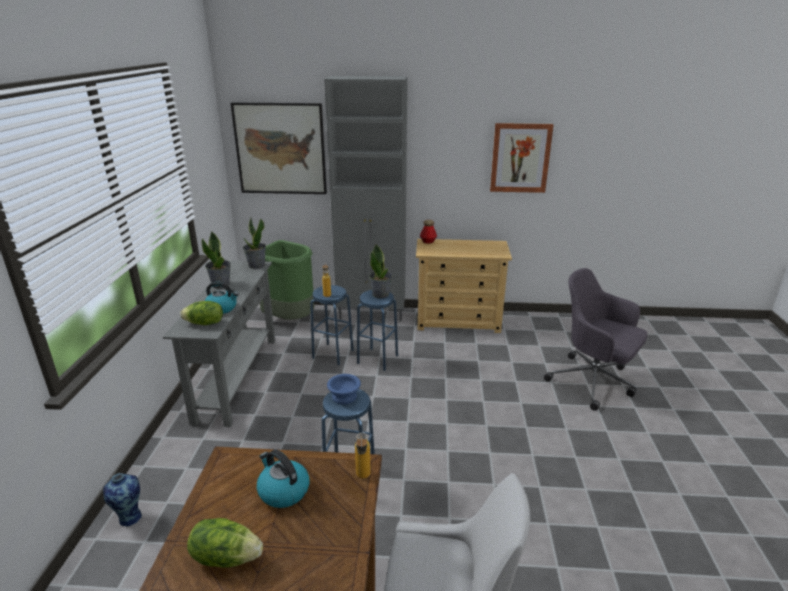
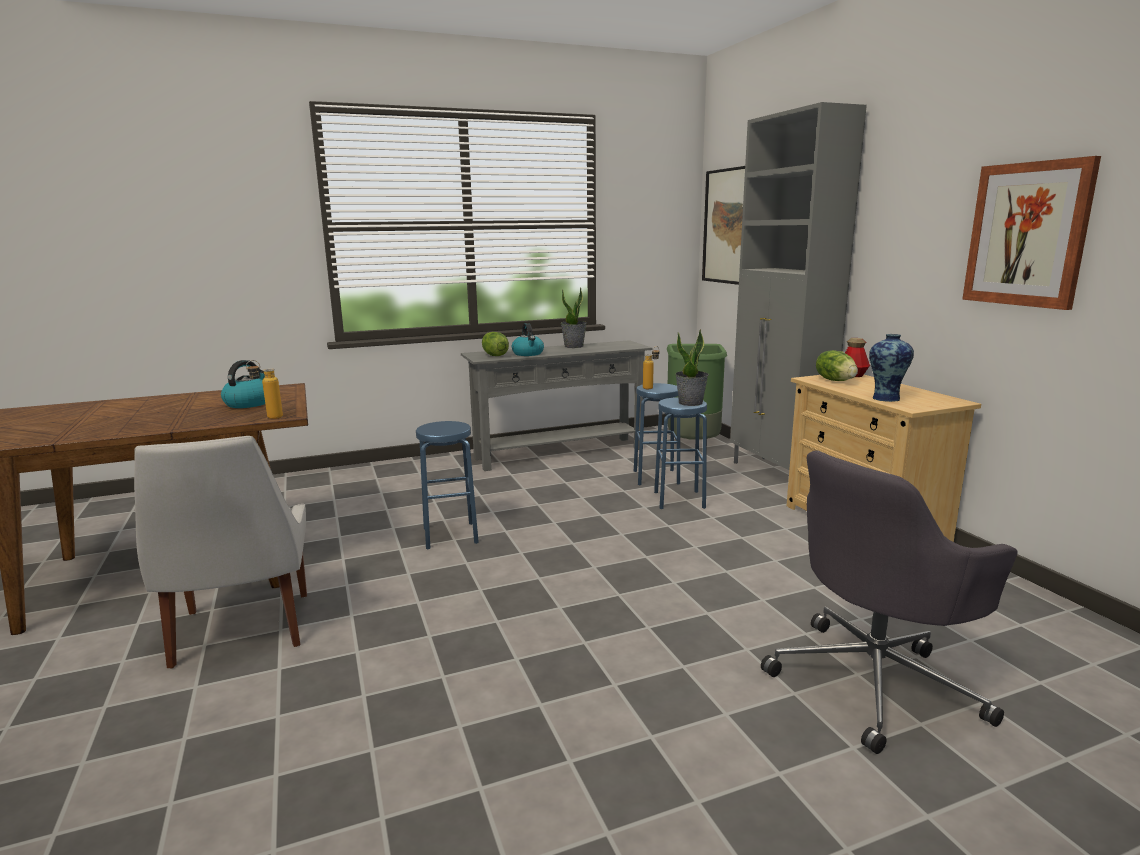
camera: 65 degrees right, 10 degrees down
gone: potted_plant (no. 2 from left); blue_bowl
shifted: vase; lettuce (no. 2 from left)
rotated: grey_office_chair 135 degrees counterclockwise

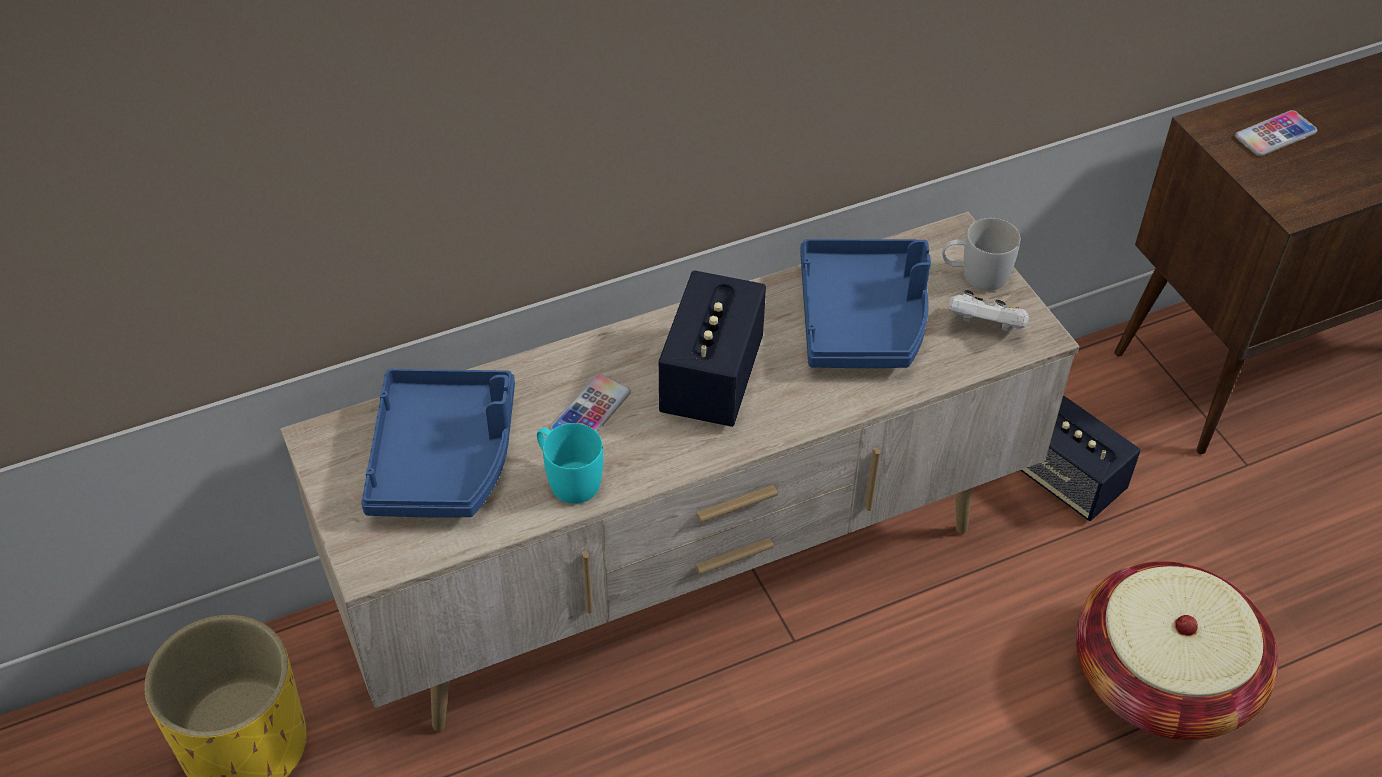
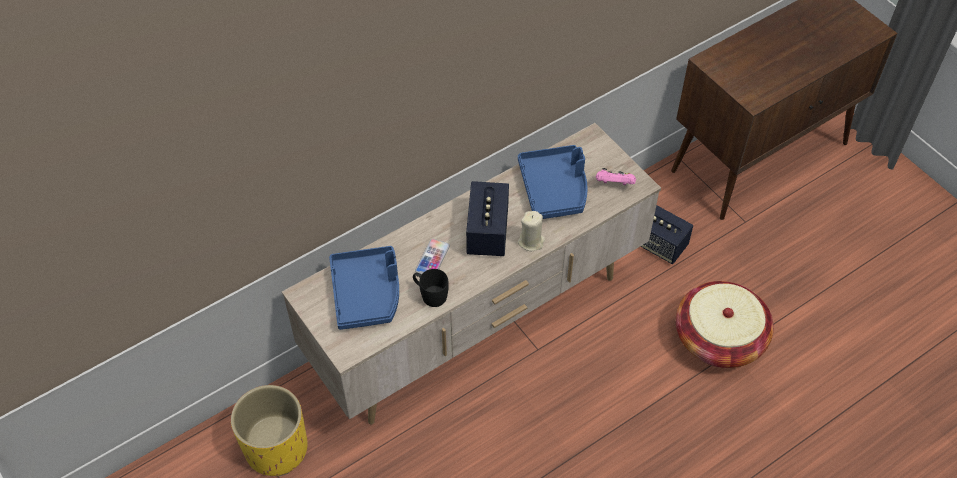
camera: 10 degrees left, 5 degrees up
gone: phone (no. 2 from left); white_mug
new: beige_candle
repainted: white_game_controller to pink_game_controller; turquoise_mug to black_mug

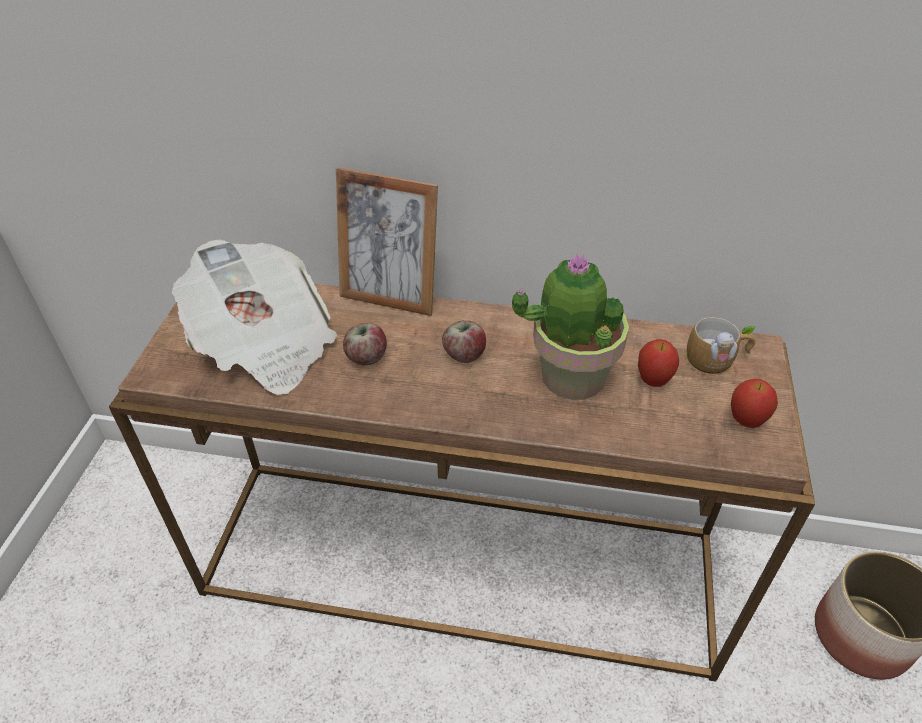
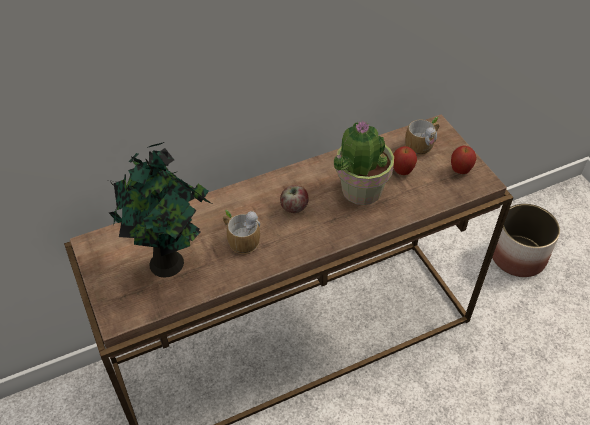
camera: 35 degrees left, 5 degrees up
gone: picture_frame
swapped: newspaper to potted_plant (no. 1 from left); apple (no. 1 from left) to mug (no. 1 from left)

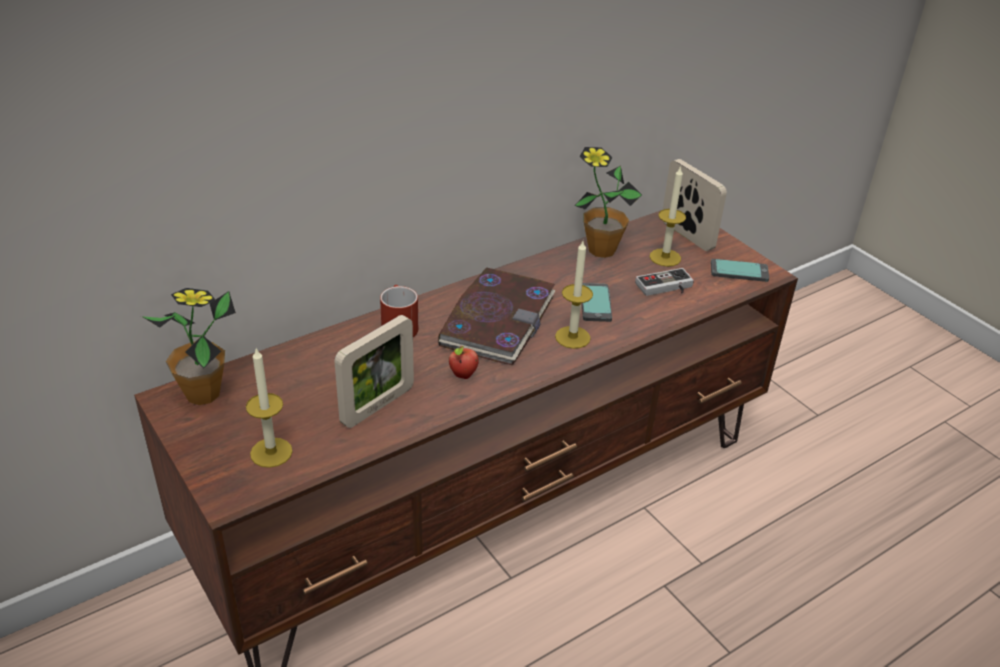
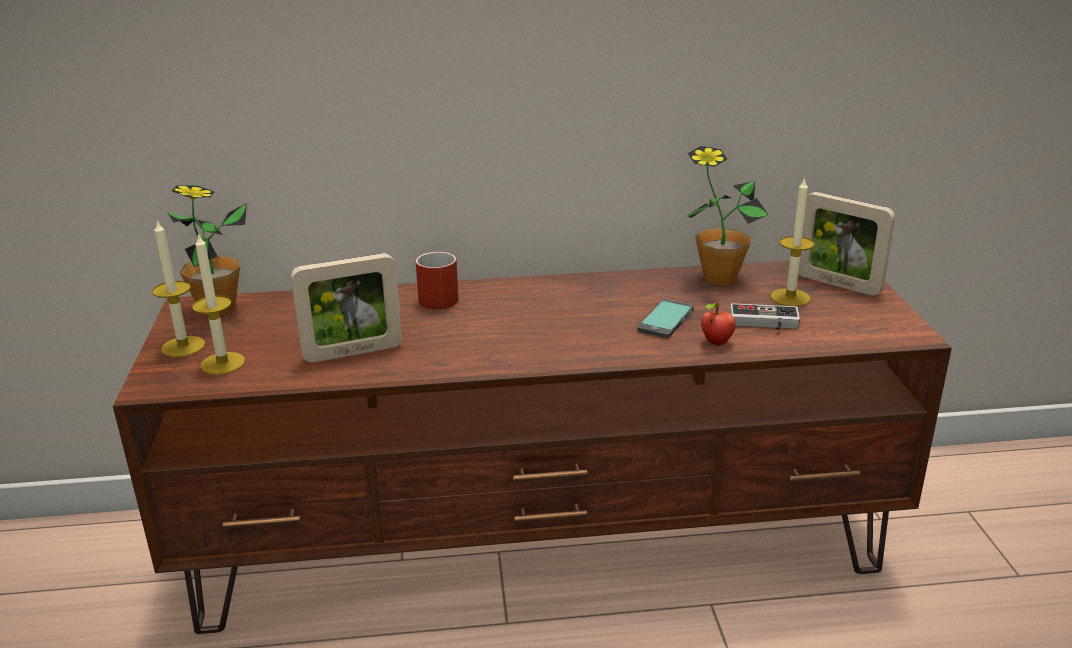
camera: 30 degrees right, 10 degrees down
gone: phone (no. 2 from left); book
shifted: candle (no. 2 from left in the first image) to candle (no. 1 from left); apple
rotated: picture_frame (no. 2 from left) 135 degrees clockwise

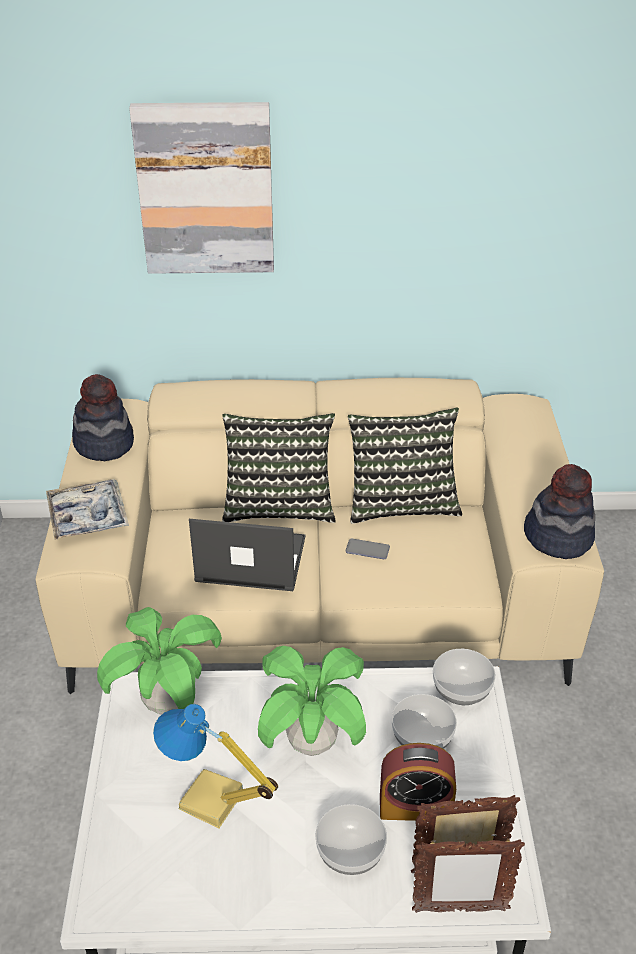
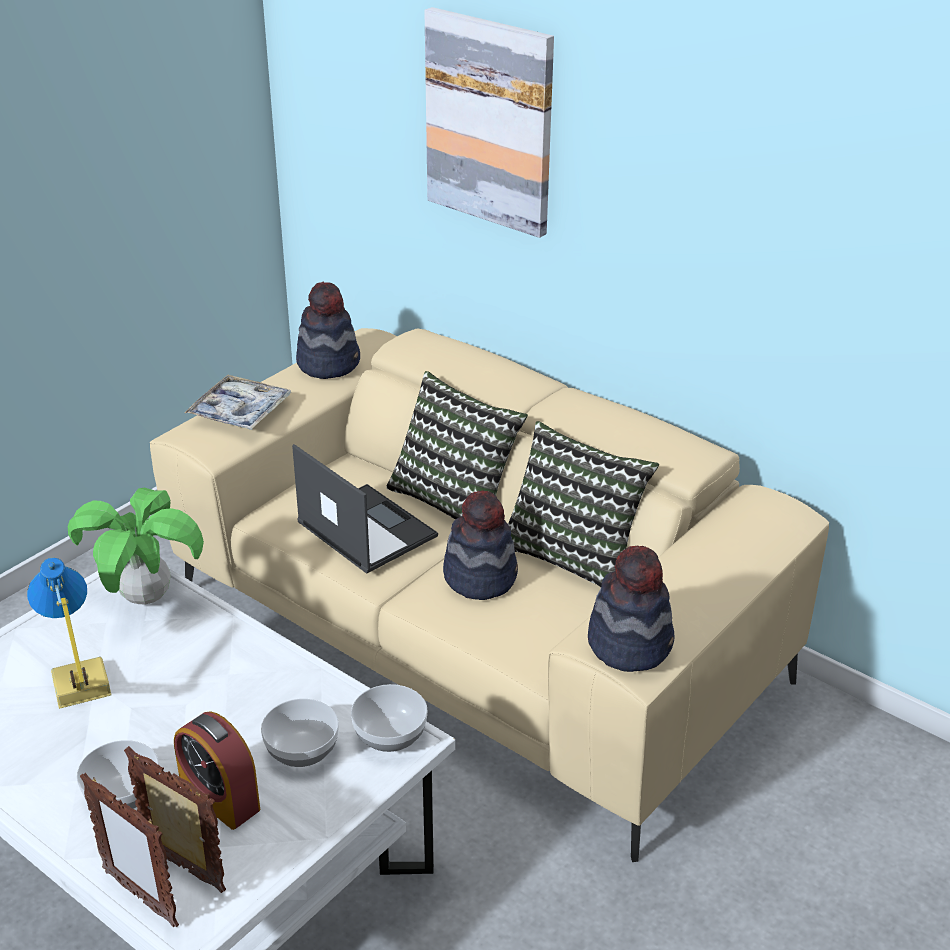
camera: 40 degrees right, 5 degrees down
gone: potted_plant (no. 2 from left)
swapped: phone to hat (no. 2 from left)

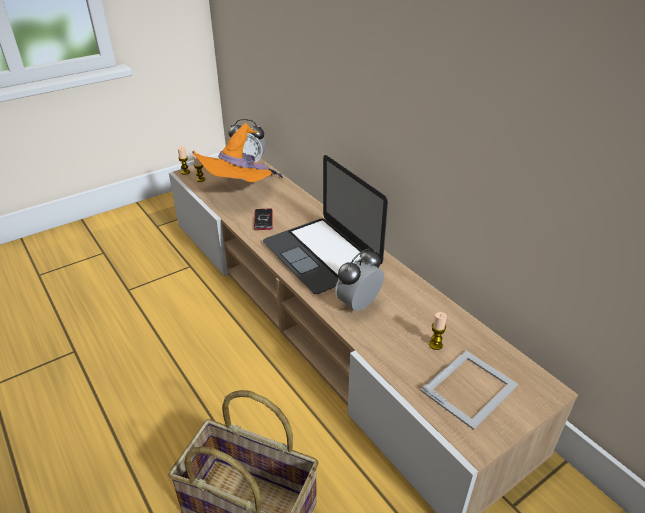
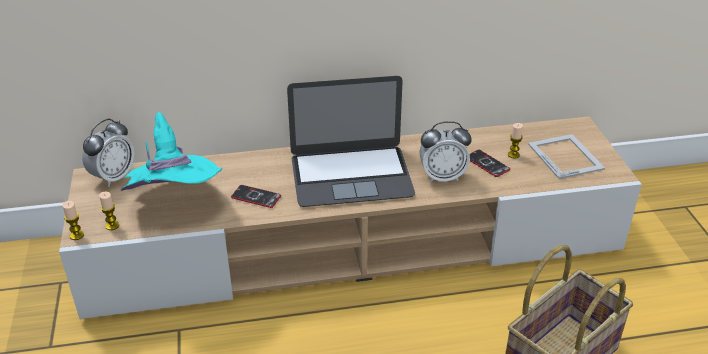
camera: 65 degrees left, 0 degrees up
new: phone (no. 2 from left)
repainted: orange_hat to turquoise_hat
rotated: alarm_clock (no. 2 from left) 75 degrees counterclockwise

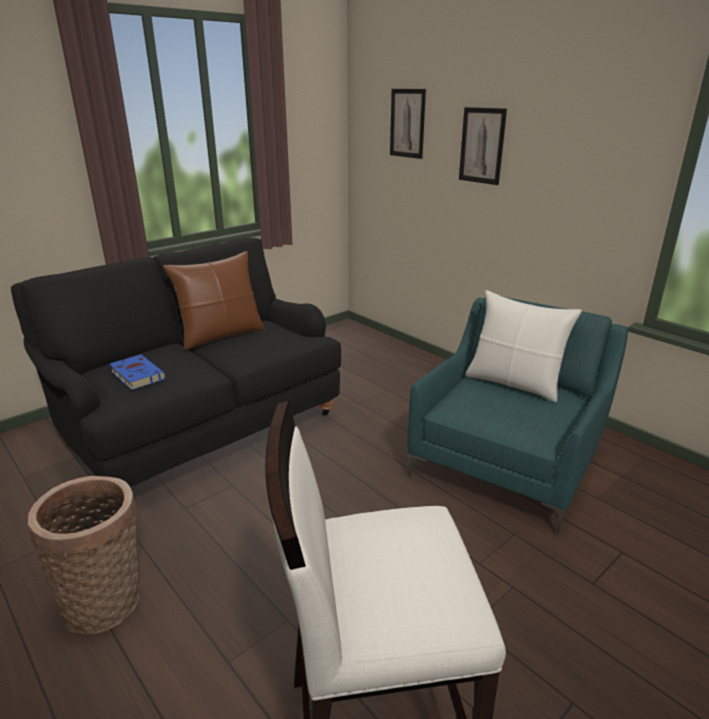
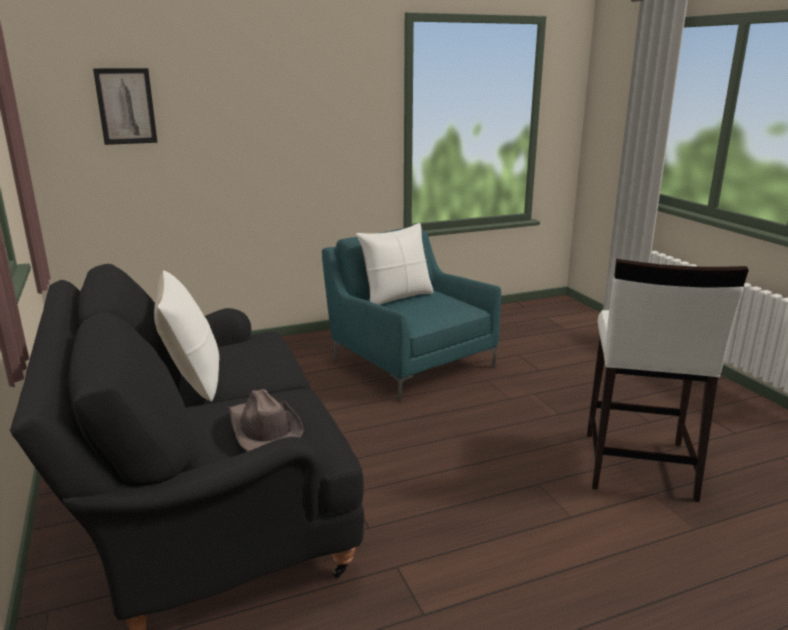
camera: 70 degrees left, 5 degrees down
gone: picture (no. 2 from left); basket
swapped: blue_book to brown_hat
repainted: brown_pillow to white_pillow (no. 1 from left)

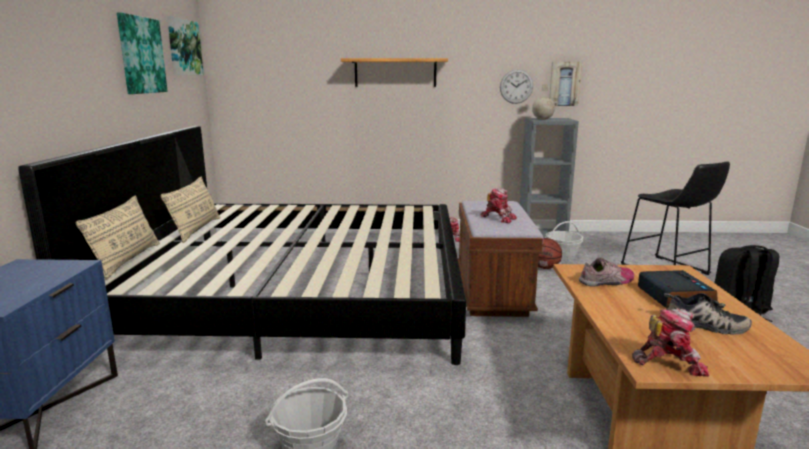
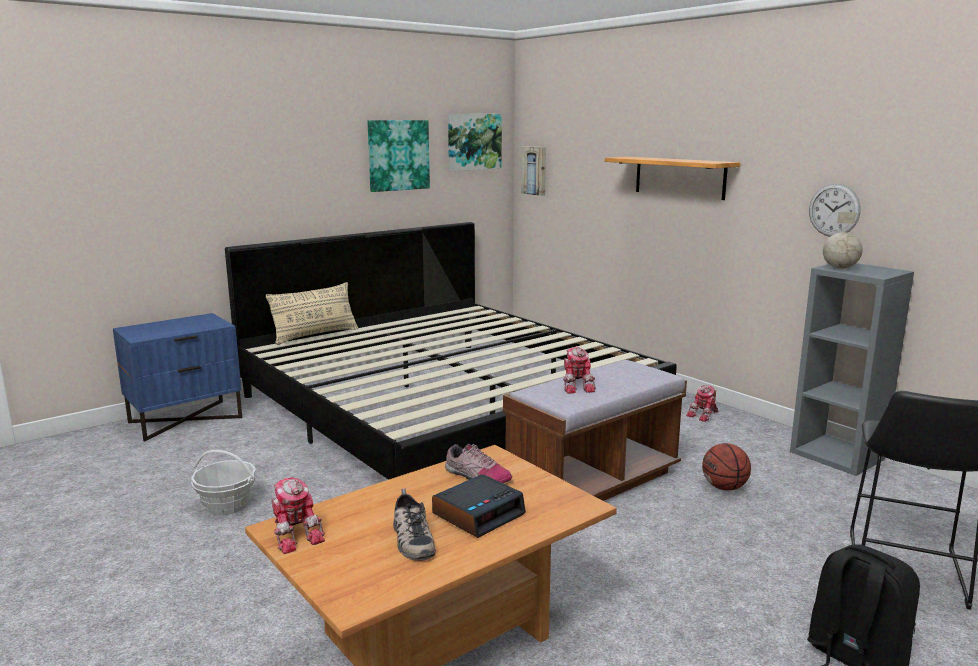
camera: 50 degrees right, 0 degrees up
gone: beige_pillow (no. 2 from left); basket (no. 2 from left)
shifted: picture (no. 3 from left)

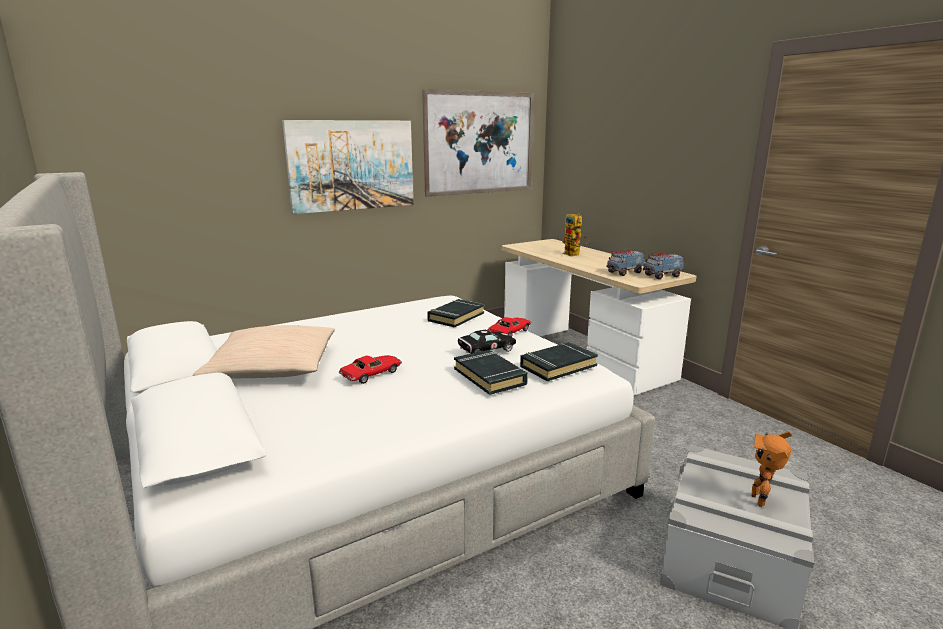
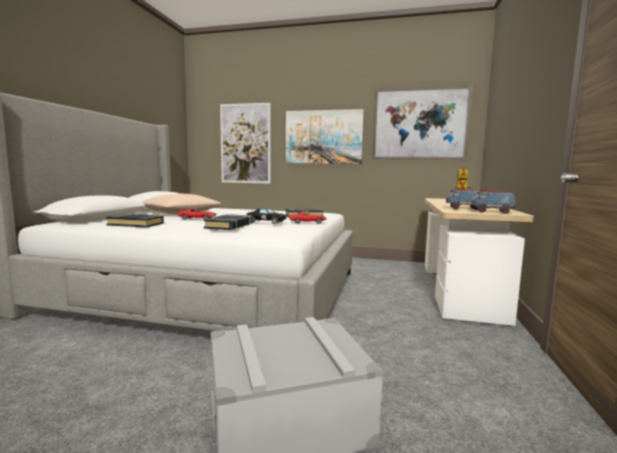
camera: 45 degrees right, 10 degrees down
gone: toy_robot (no. 2 from left)
new: picture (no. 1 from left)
shifted: black_book (no. 3 from left in the first image) to black_book (no. 1 from left)

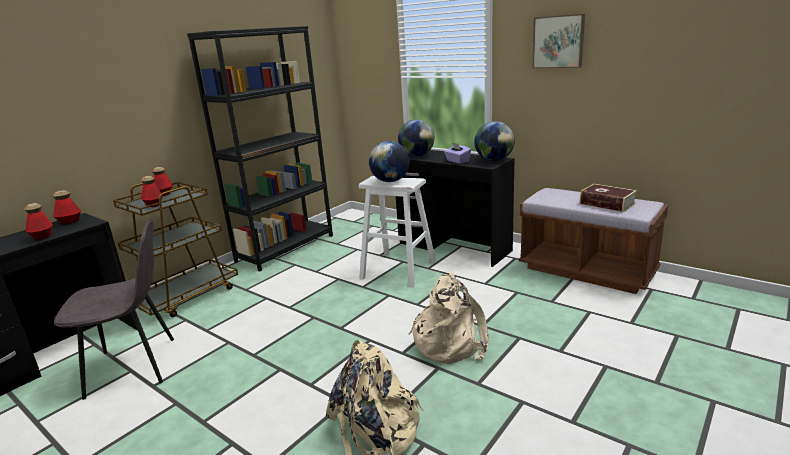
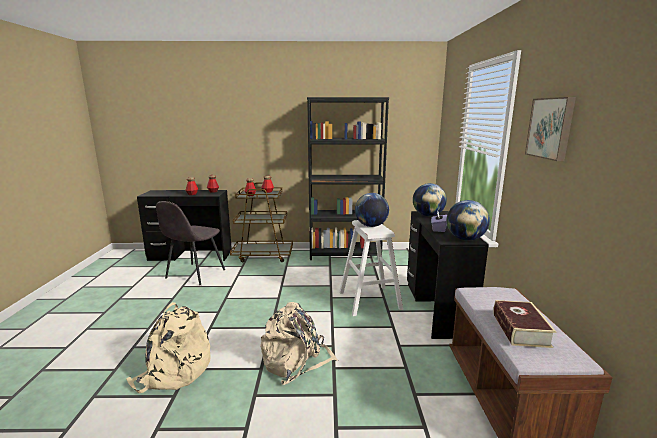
camera: 50 degrees right, 5 degrees down
rotated: grey_chair 75 degrees clockwise

